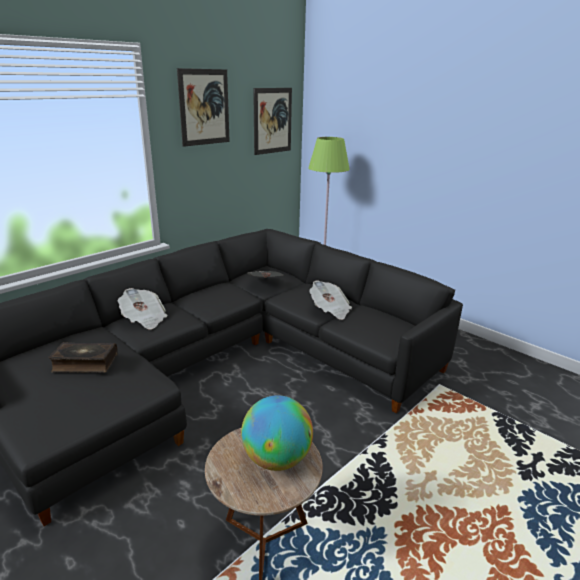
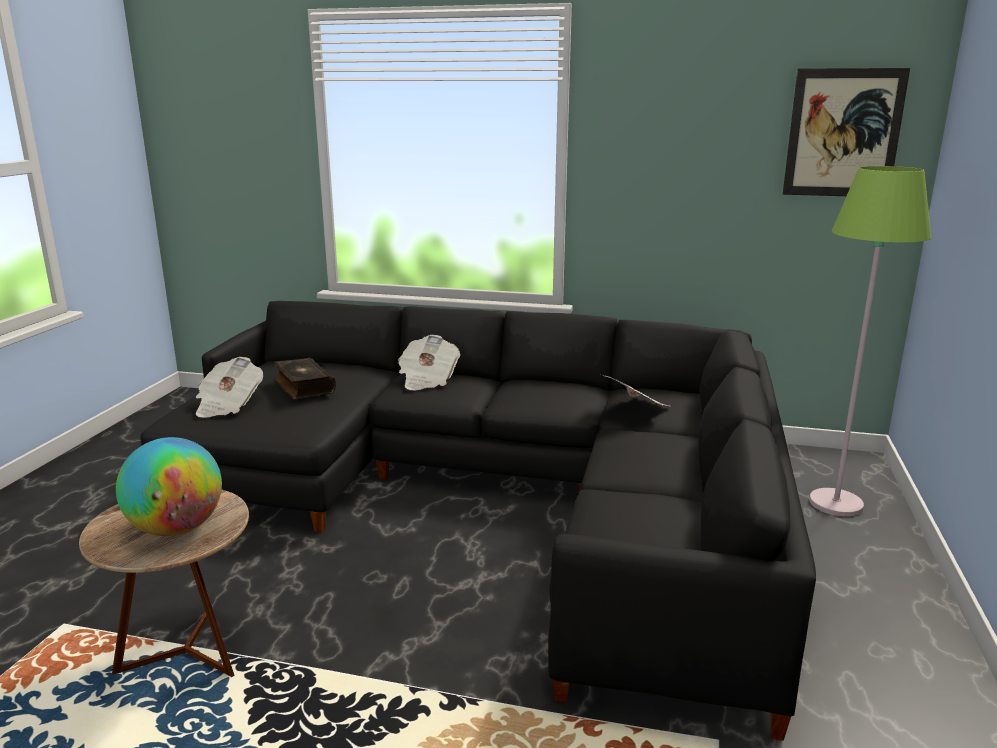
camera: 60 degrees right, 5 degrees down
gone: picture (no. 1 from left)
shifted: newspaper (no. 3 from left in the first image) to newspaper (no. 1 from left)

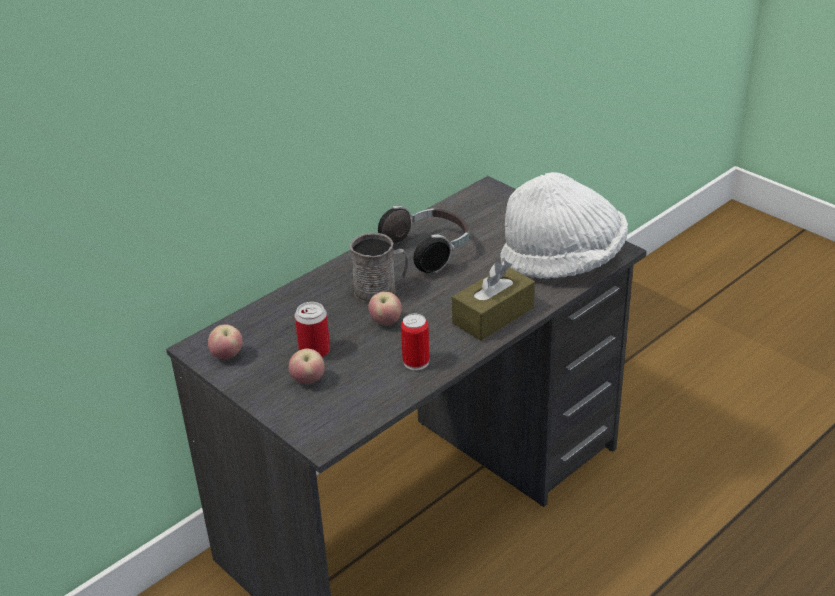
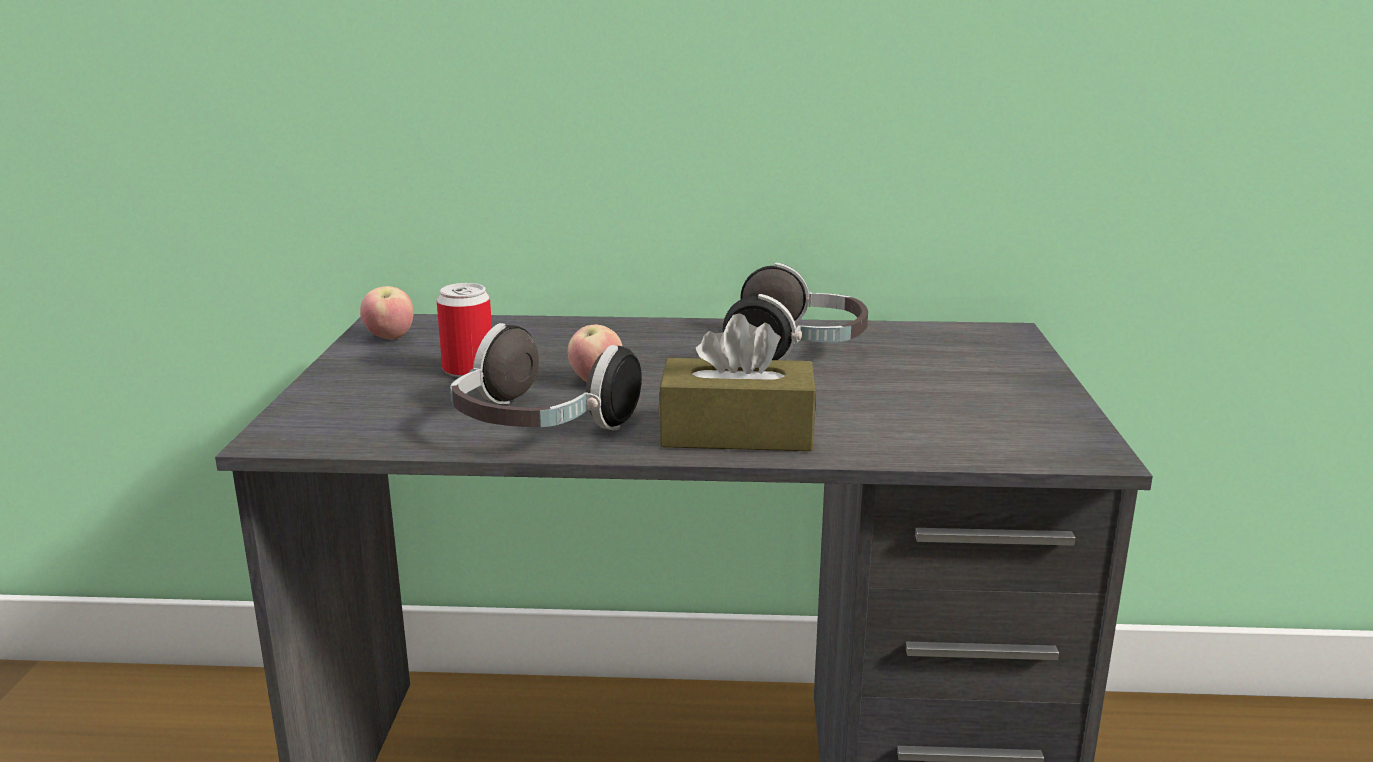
camera: 45 degrees right, 15 degrees down
gone: white_hat; grey_mug; apple (no. 2 from left)
swapped: can (no. 2 from left) to headphones (no. 1 from left)

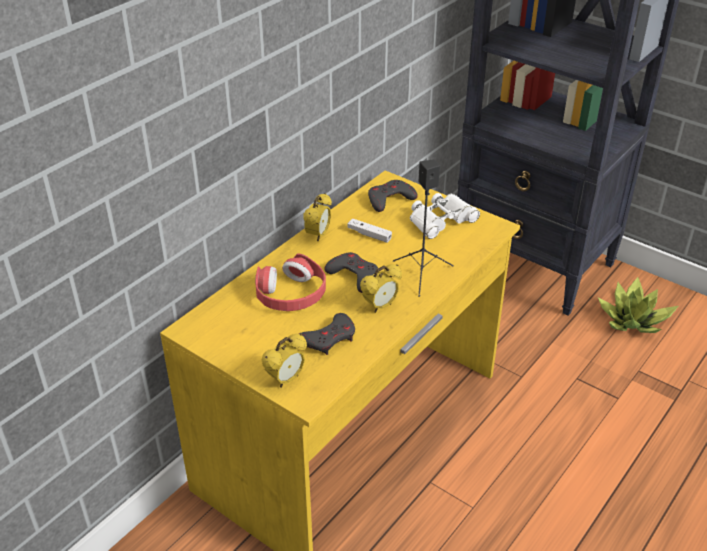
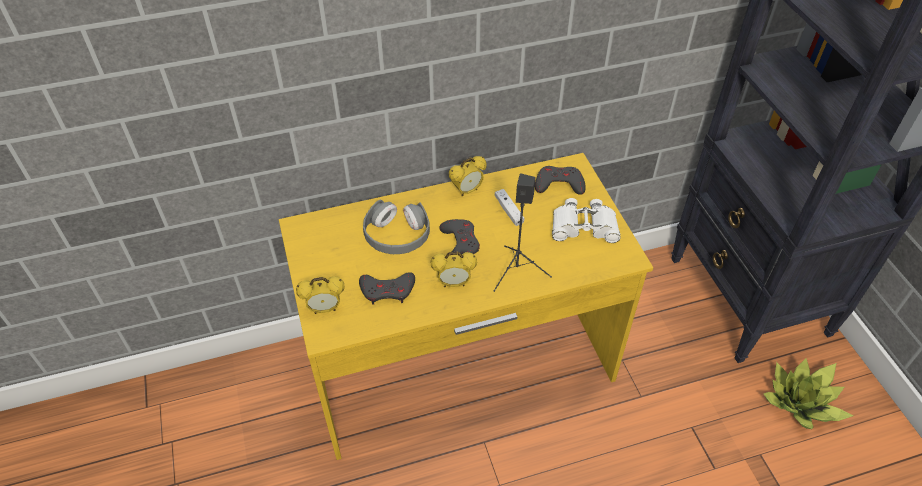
camera: 35 degrees right, 10 degrees up
repainted: red_headphones to grey_headphones

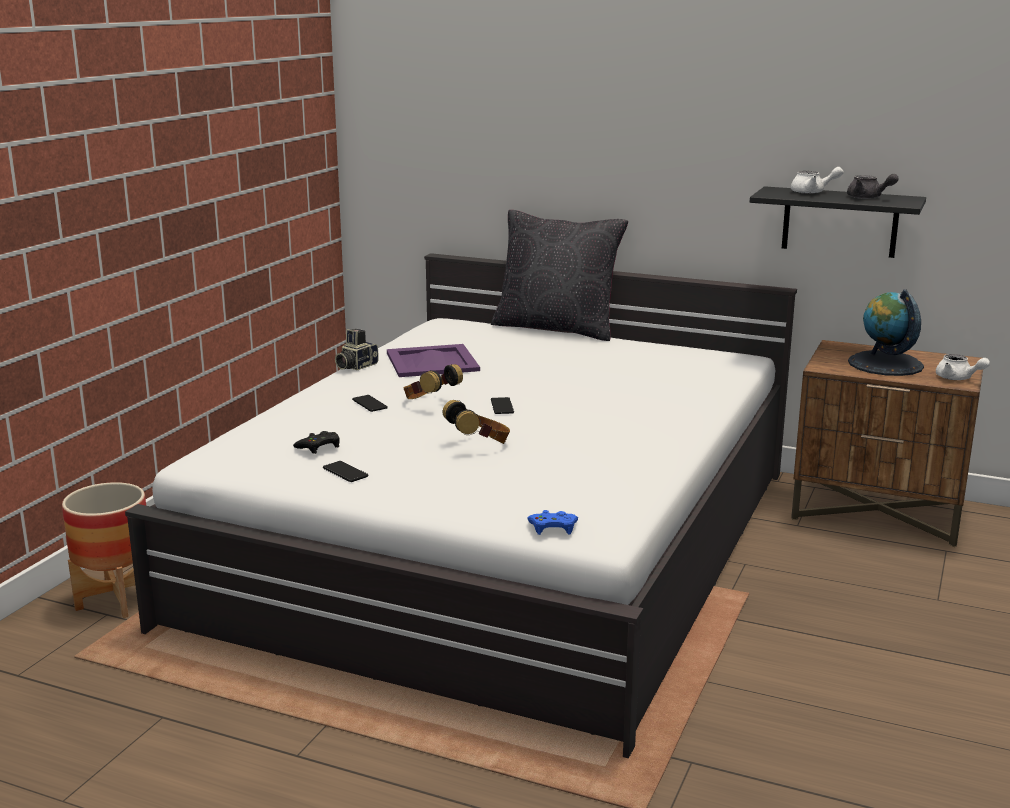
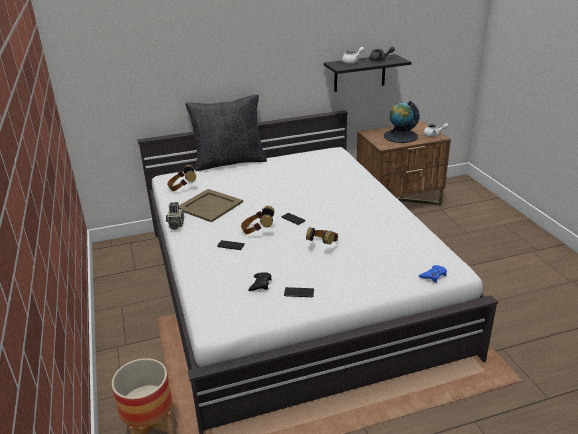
camera: 40 degrees left, 10 degrees up
new: headphones (no. 1 from left)
repainted: purple_tray to beige_tray

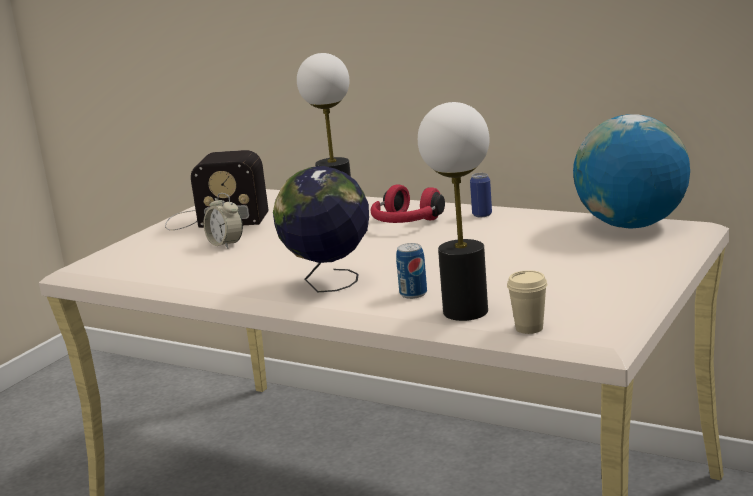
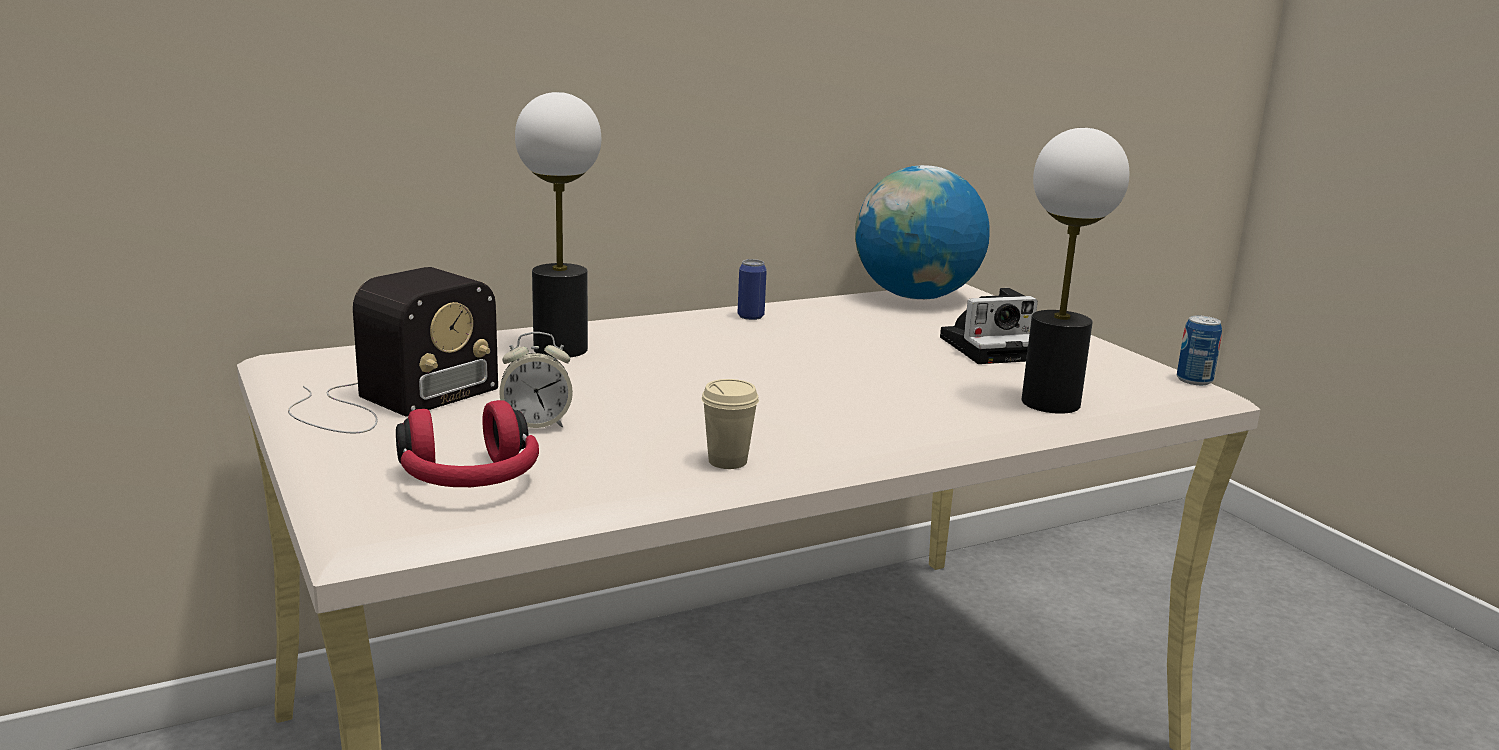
camera: 60 degrees left, 0 degrees up
gone: globe (no. 1 from left)
new: photo_camera
shifted: red_headphones; can (no. 1 from left in the first image) to can (no. 2 from left); beige_cup

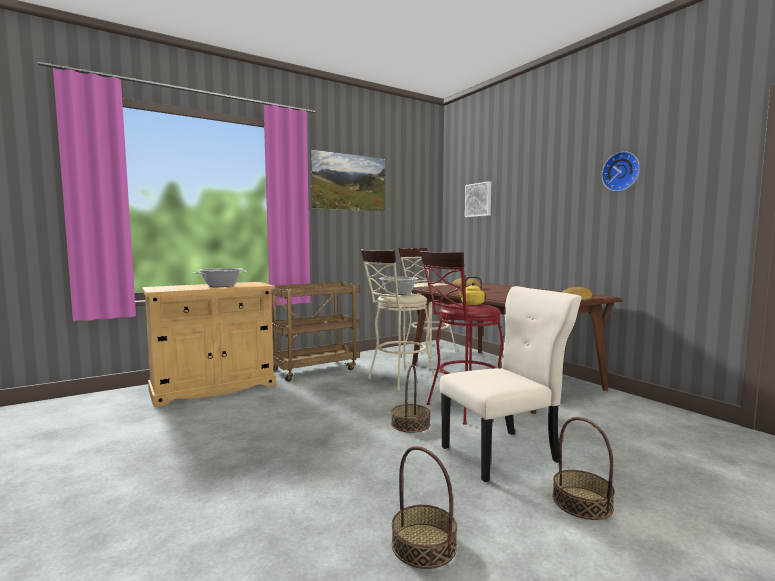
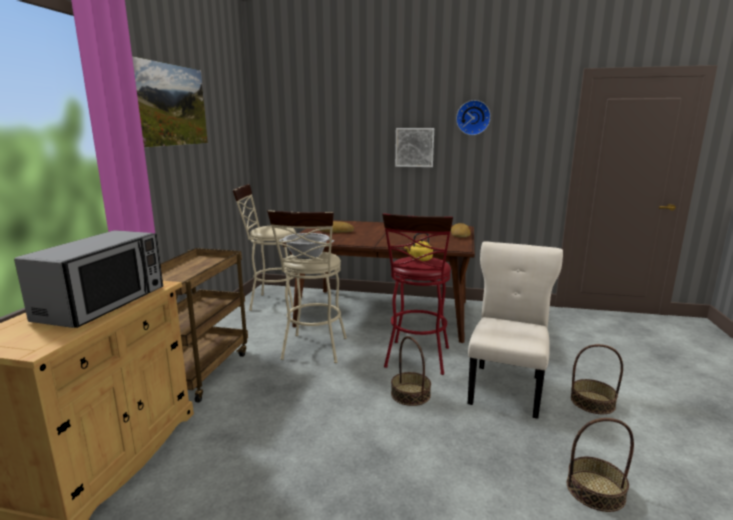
camera: 45 degrees left, 10 degrees up
shifted: picture (no. 2 from left)
swapped: cooking_pot (no. 1 from left) to microwave

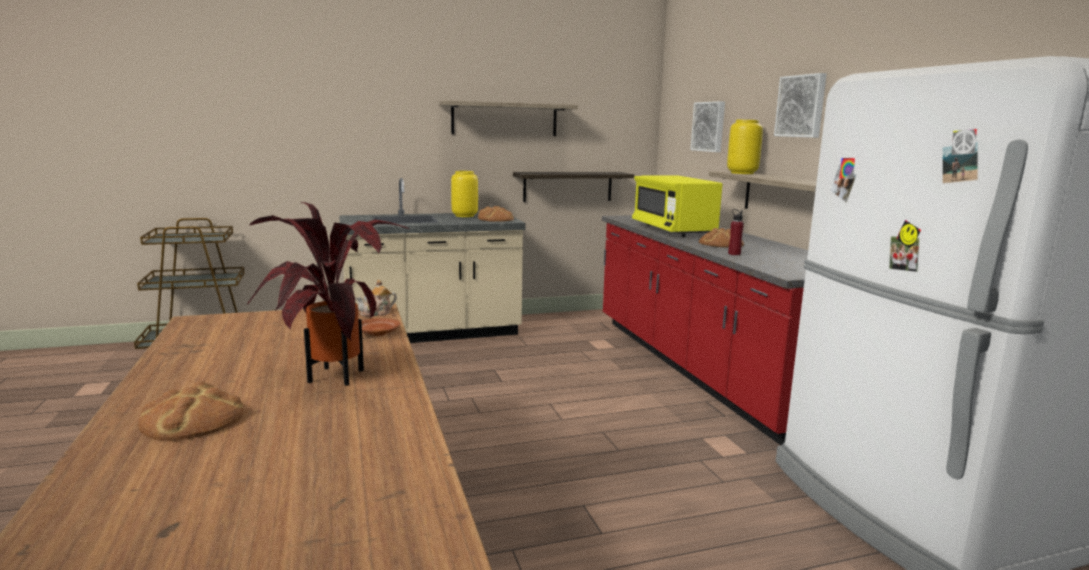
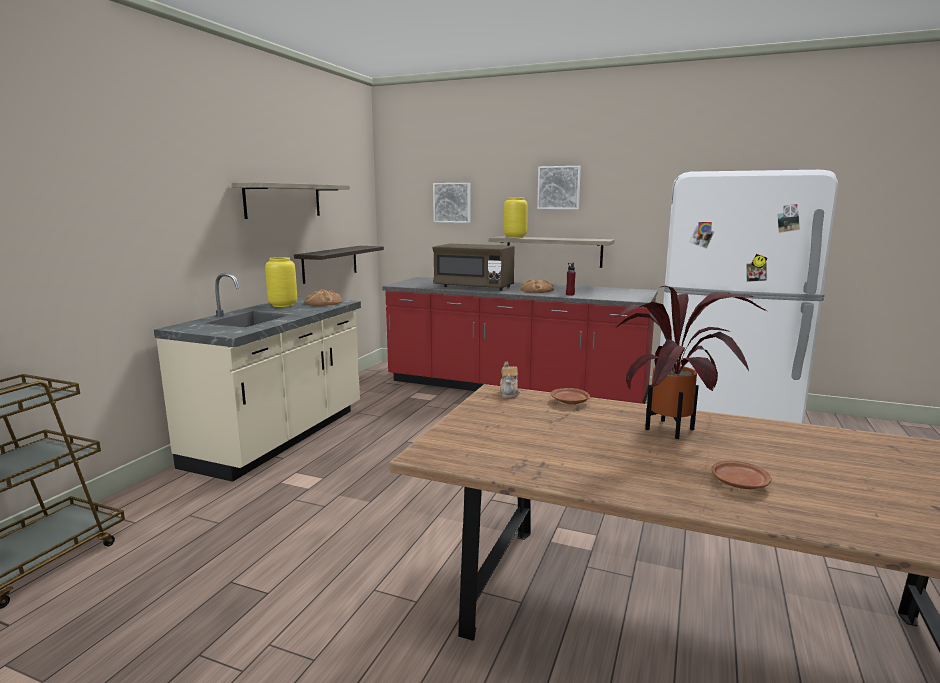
camera: 50 degrees left, 0 degrees up
swapped: bread (no. 1 from left) to brown_plate (no. 2 from left)
repainted: yellow_microwave to brown_microwave

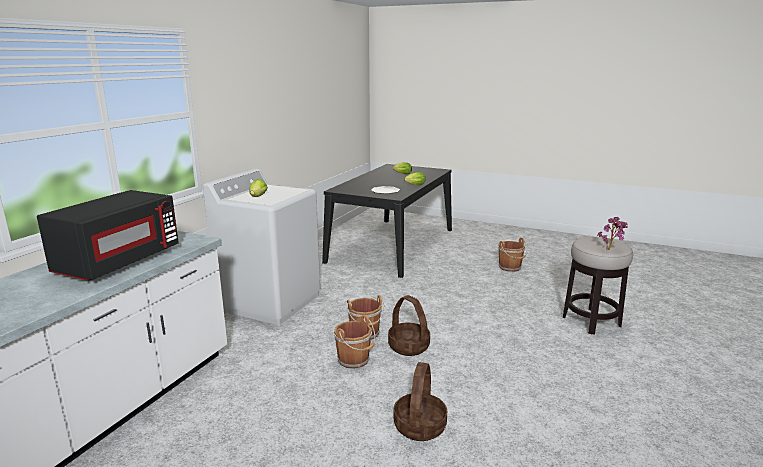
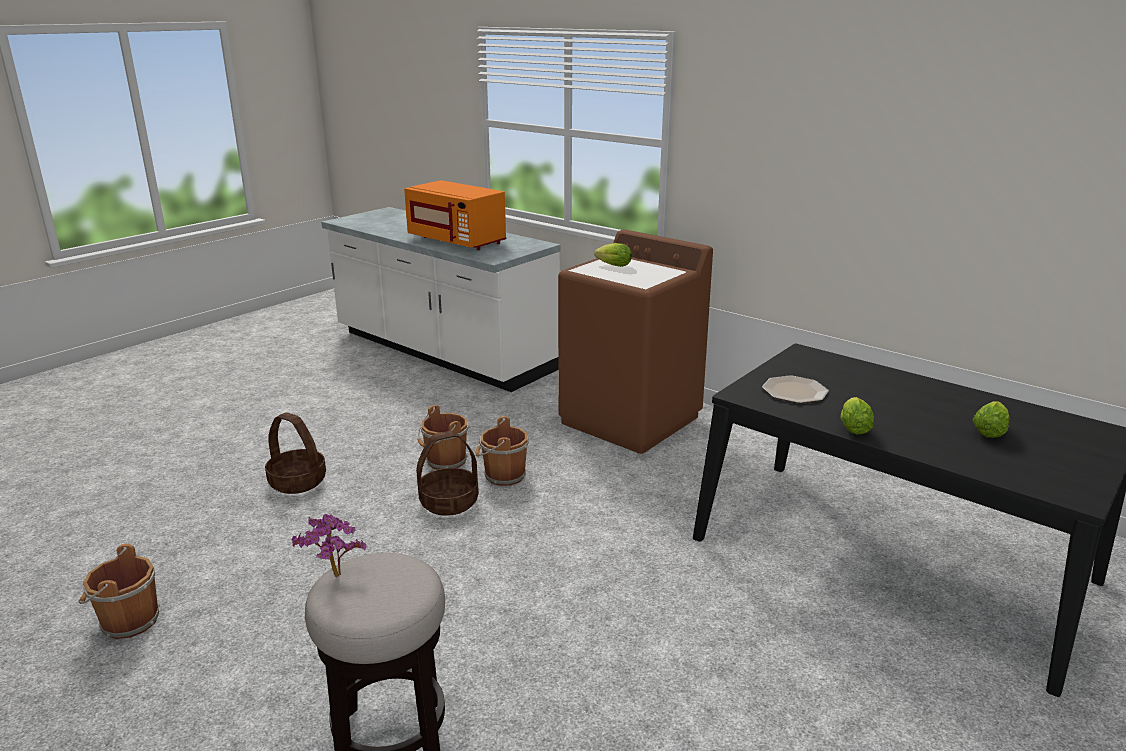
camera: 105 degrees right, 5 degrees up
shifted: brown_bucket (no. 3 from left in the first image) to brown_bucket (no. 1 from left)
repainted: white_washing_machine to brown_washing_machine; black_microwave to orange_microwave

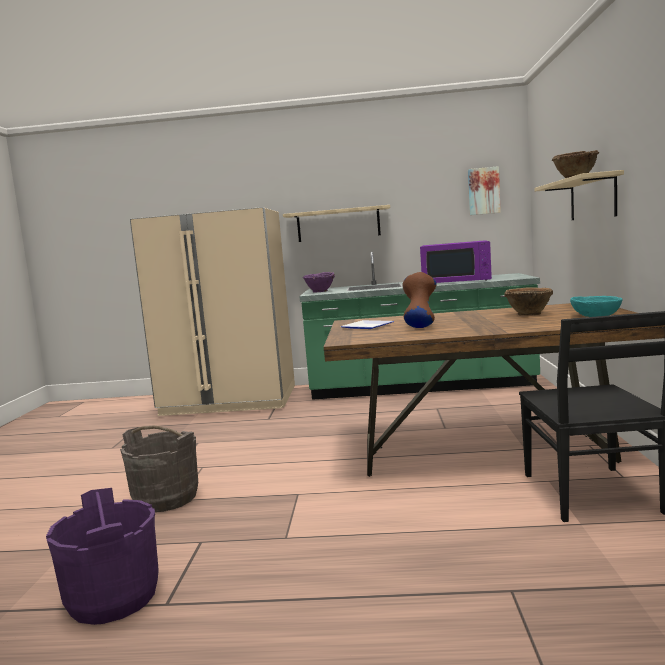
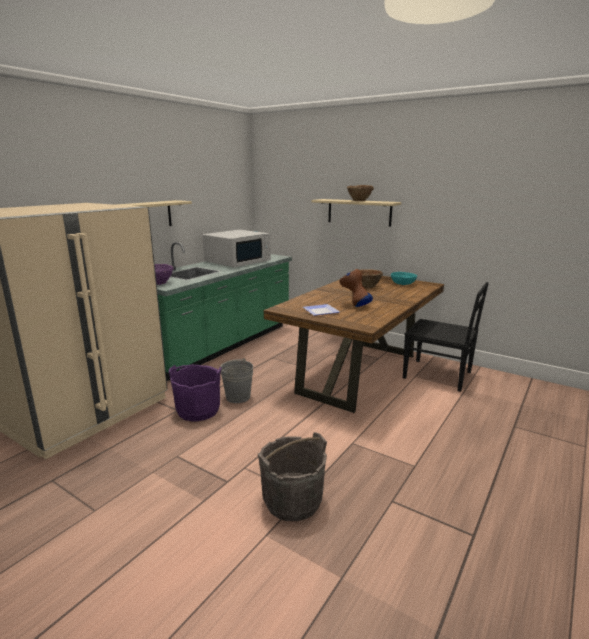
camera: 60 degrees left, 10 degrees up
gone: picture
new: grey_bucket (no. 1 from left)
shifted: purple_bucket
repainted: purple_microwave to white_microwave

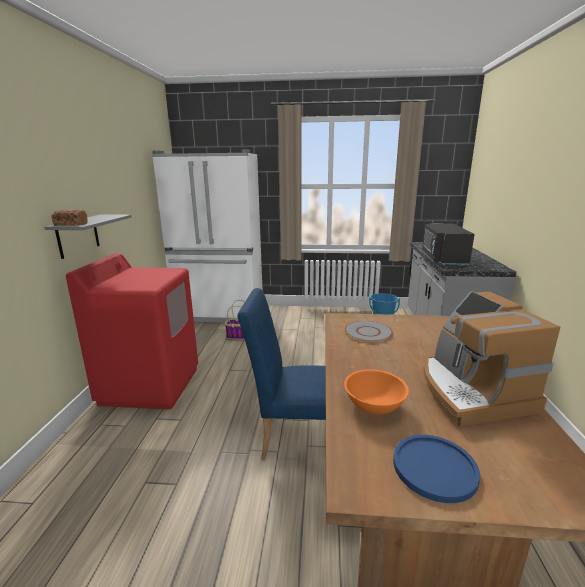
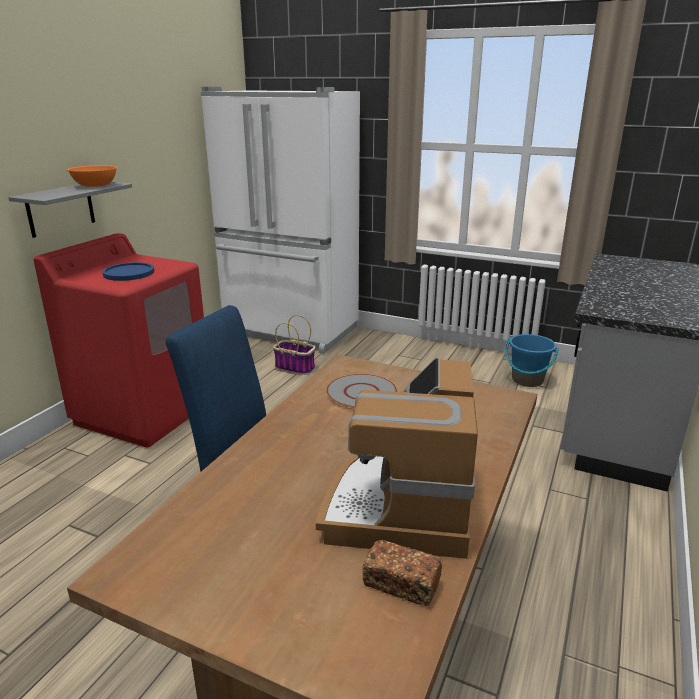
camera: 20 degrees right, 5 degrees up
gone: black_microwave
shifted: bread; orange_bowl; blue_plate

